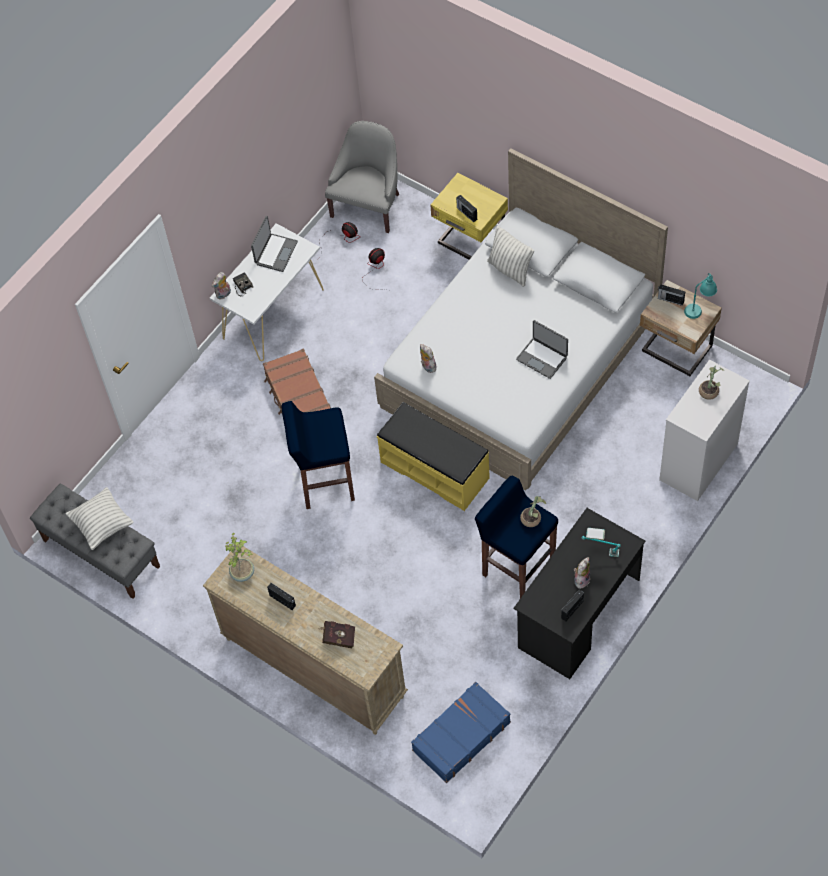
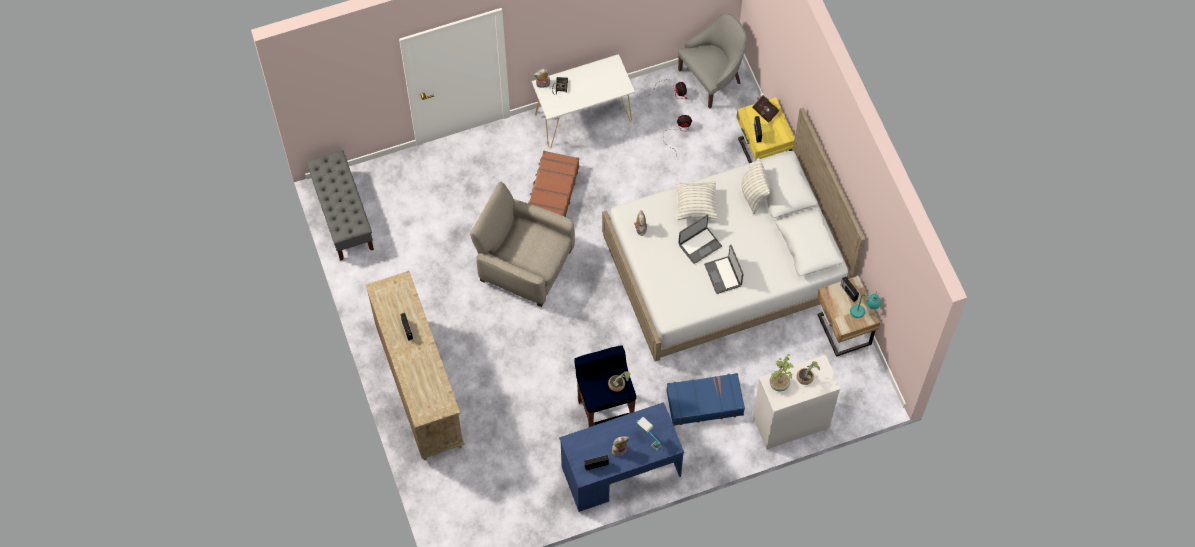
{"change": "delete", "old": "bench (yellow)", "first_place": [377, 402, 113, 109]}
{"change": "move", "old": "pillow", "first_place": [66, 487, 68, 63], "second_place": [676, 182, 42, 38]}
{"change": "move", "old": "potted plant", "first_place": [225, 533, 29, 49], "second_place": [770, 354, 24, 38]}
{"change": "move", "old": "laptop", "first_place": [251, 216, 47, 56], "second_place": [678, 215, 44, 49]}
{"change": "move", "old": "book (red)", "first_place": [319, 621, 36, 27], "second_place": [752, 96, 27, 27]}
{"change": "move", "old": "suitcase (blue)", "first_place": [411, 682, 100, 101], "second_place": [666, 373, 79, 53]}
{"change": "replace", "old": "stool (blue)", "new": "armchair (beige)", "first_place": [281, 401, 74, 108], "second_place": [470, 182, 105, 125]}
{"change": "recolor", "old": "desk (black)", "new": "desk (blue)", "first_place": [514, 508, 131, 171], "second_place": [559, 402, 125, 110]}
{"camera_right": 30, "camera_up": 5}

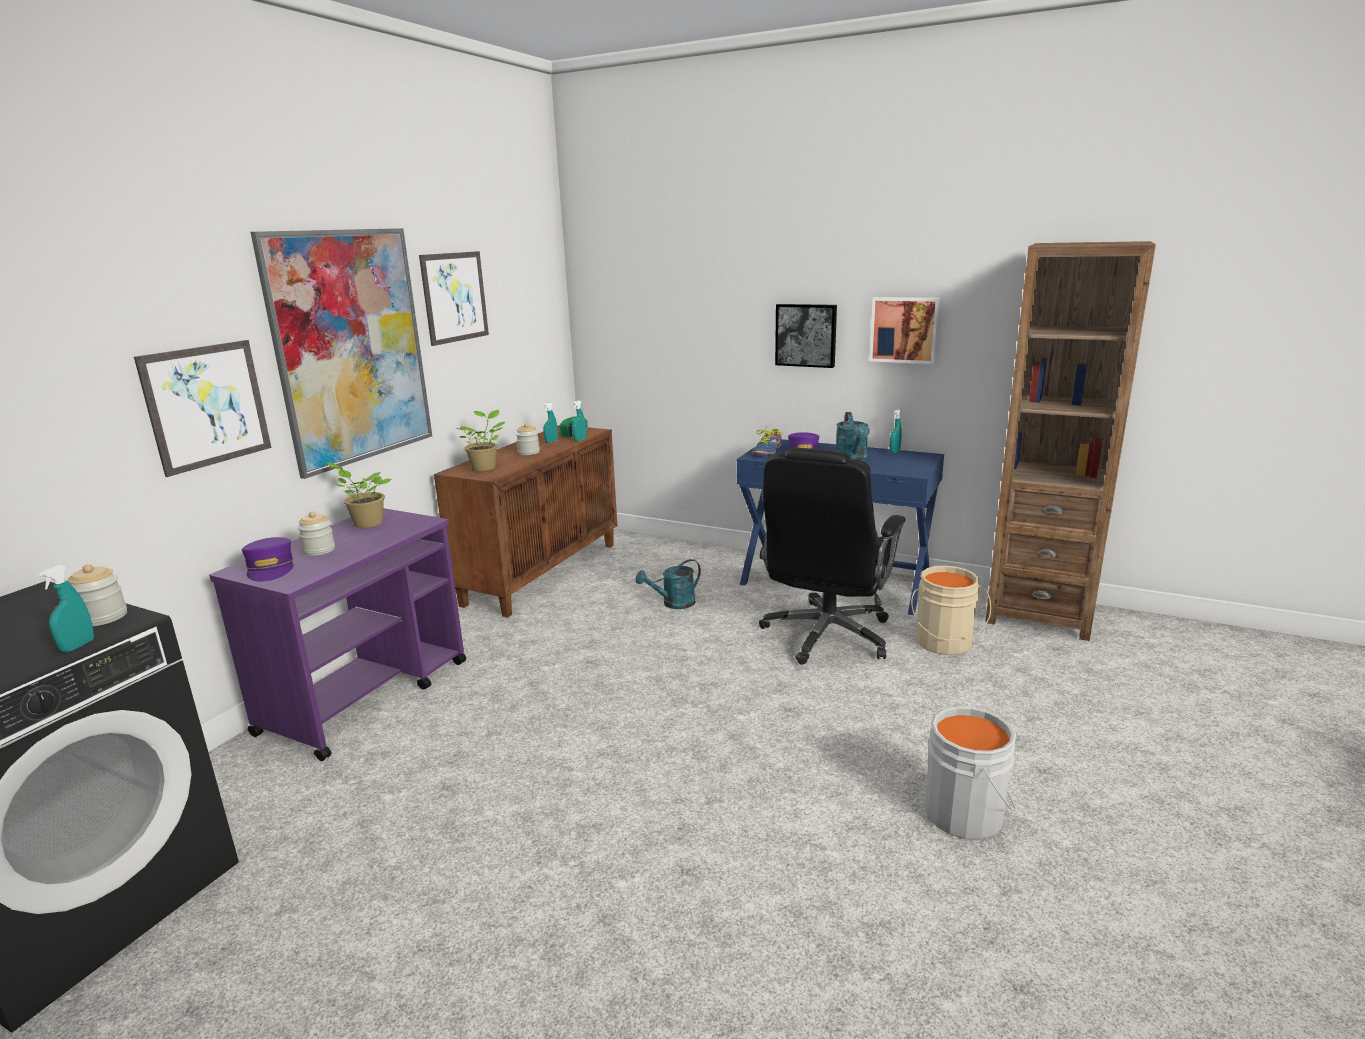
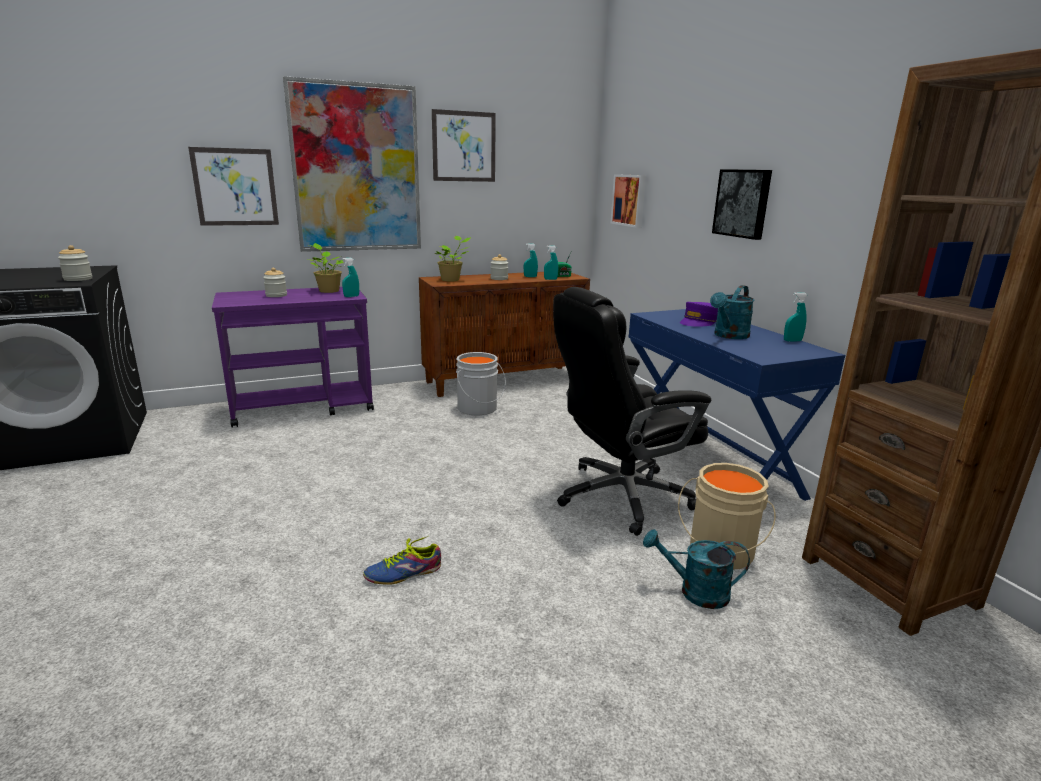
{"change": "delete", "old": "cap (purple)", "first_place": [242, 537, 52, 45]}
{"change": "move", "old": "spray bottle (turquoise)", "first_place": [37, 565, 57, 87], "second_place": [342, 258, 17, 39]}
{"change": "move", "old": "watering can (turquoise)", "first_place": [635, 559, 66, 50], "second_place": [643, 529, 107, 80]}
{"change": "move", "old": "shoe", "first_place": [753, 426, 29, 29], "second_place": [363, 536, 78, 49]}
{"change": "move", "old": "picture", "first_place": [869, 297, 71, 67], "second_place": [611, 174, 35, 54]}
{"change": "move", "old": "bucket (grey)", "first_place": [924, 706, 92, 134], "second_place": [456, 352, 50, 64]}
{"camera_right": 40, "camera_up": 0}

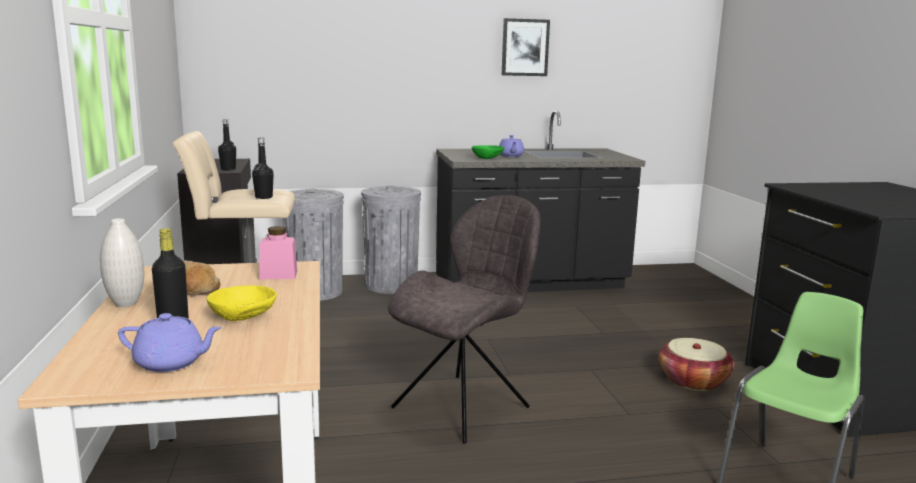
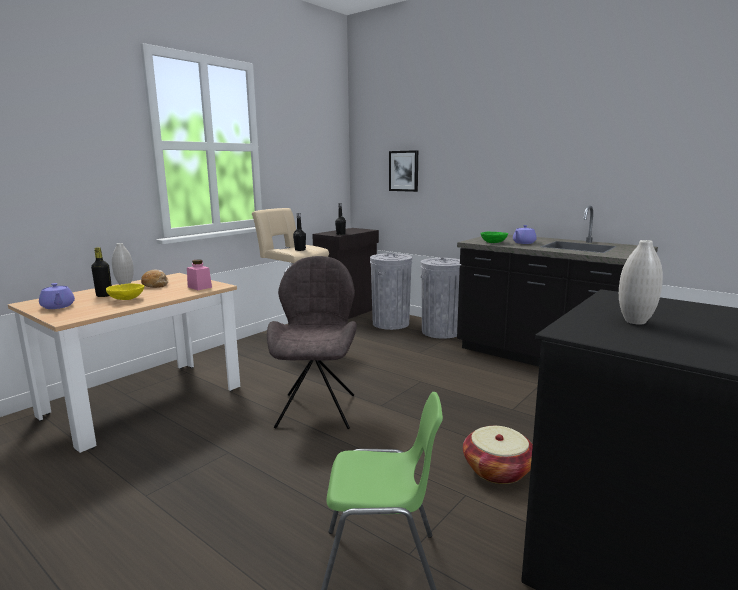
{"change": "insert", "new": "vase (white)", "second_place": [619, 240, 44, 84]}
{"change": "move", "old": "picture", "first_place": [502, 18, 48, 58], "second_place": [389, 150, 29, 42]}
{"change": "rotate", "old": "chair (grey)", "first_place": [388, 195, 153, 249], "second_place": [267, 256, 90, 173], "degrees": -90}
{"camera_right": 50, "camera_up": 0}

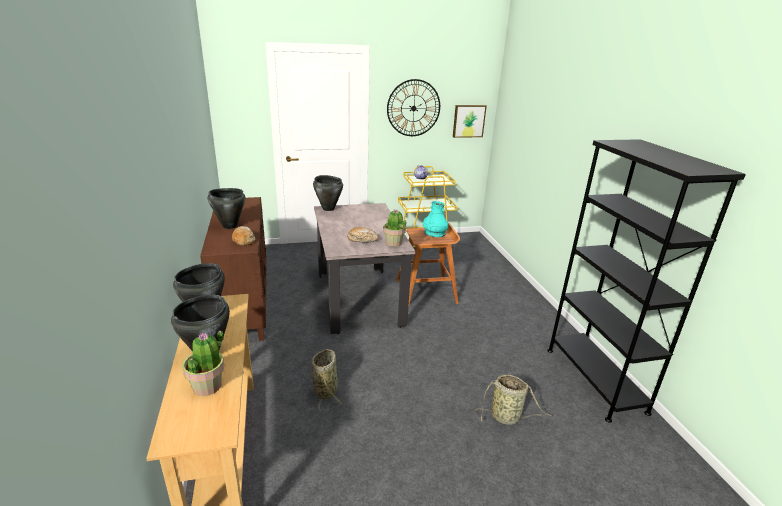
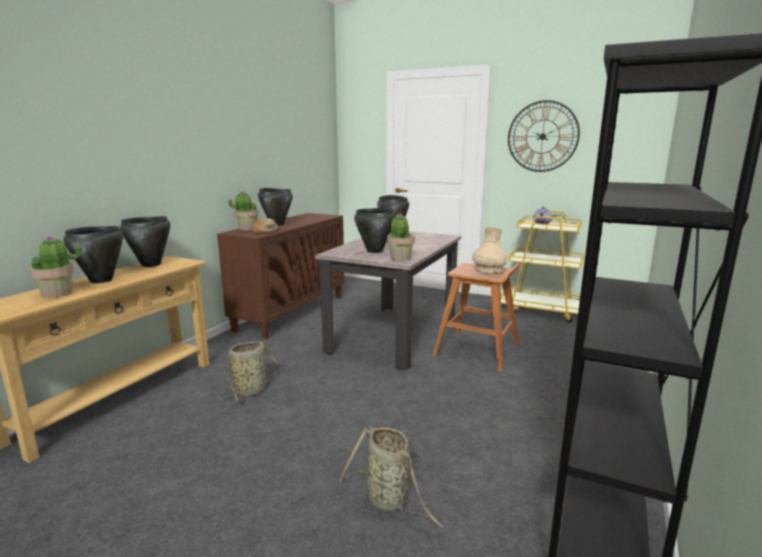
{"change": "delete", "old": "picture", "first_place": [453, 105, 34, 33]}
{"change": "insert", "new": "potted plant", "second_place": [228, 191, 31, 39]}
{"change": "replace", "old": "bread", "new": "cooking pot (black)", "first_place": [348, 227, 30, 16], "second_place": [354, 208, 41, 45]}
{"change": "recolor", "old": "vase (turquoise)", "new": "vase (beige)", "first_place": [423, 201, 25, 36], "second_place": [472, 227, 35, 47]}
{"camera_right": 40, "camera_up": -10}

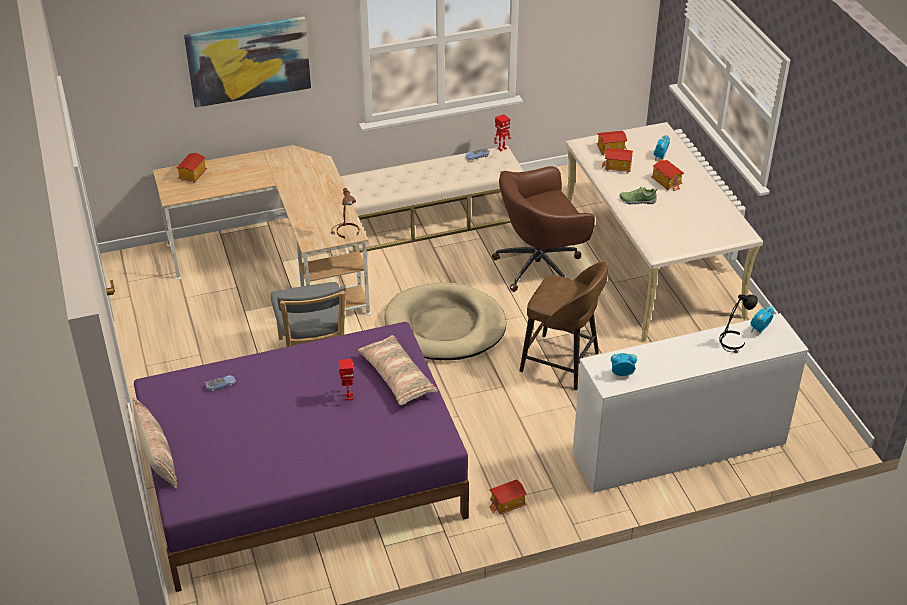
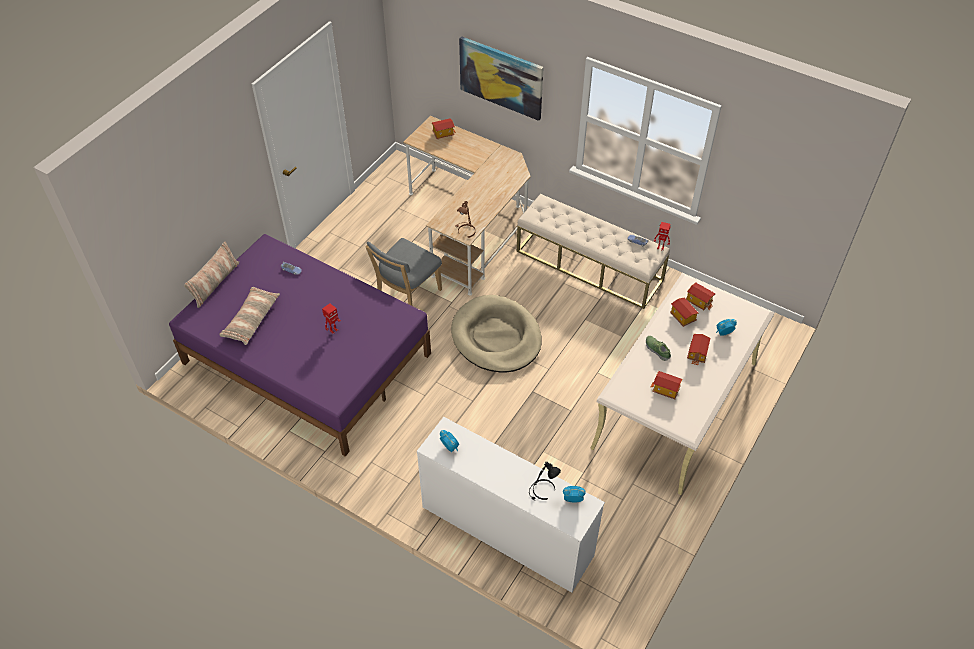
{"change": "delete", "old": "office chair (brown)", "first_place": [492, 166, 103, 126]}
{"change": "delete", "old": "stool (brown)", "first_place": [519, 262, 89, 128]}
{"change": "move", "old": "pillow", "first_place": [358, 335, 80, 70], "second_place": [220, 287, 60, 58]}
{"change": "move", "old": "toy house", "first_place": [489, 479, 38, 36], "second_place": [650, 371, 32, 28]}
{"camera_right": 50, "camera_up": 10}

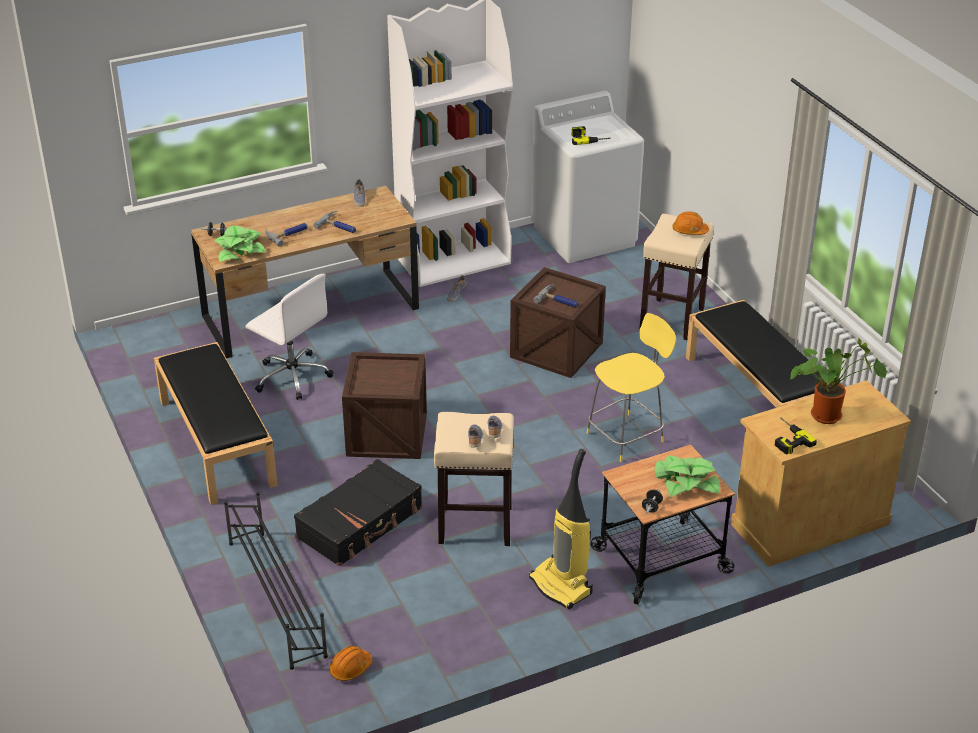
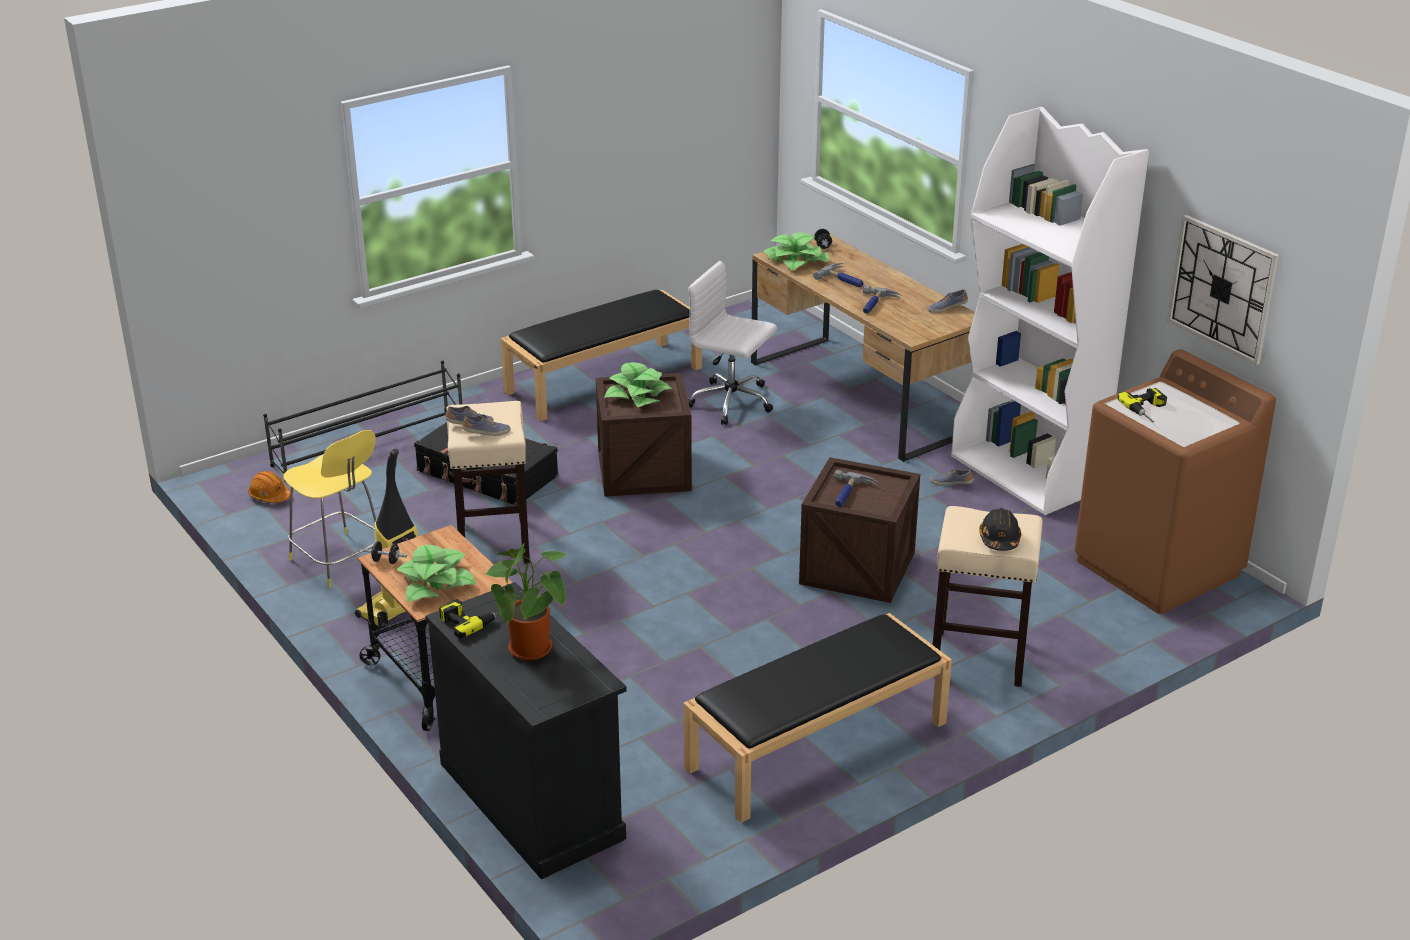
{"change": "insert", "new": "potted plant", "second_place": [604, 362, 68, 45]}
{"change": "insert", "new": "wall clock", "second_place": [1167, 215, 112, 150]}
{"change": "move", "old": "stool (yellow)", "first_place": [586, 313, 90, 149], "second_place": [283, 430, 93, 158]}
{"change": "recolor", "old": "washing machine (white)", "new": "washing machine (brown)", "first_place": [531, 91, 113, 172], "second_place": [1074, 349, 202, 265]}
{"change": "recolor", "old": "hard hat (orange)", "new": "hard hat (black)", "first_place": [672, 211, 37, 24], "second_place": [979, 508, 42, 43]}
{"change": "recolor", "old": "cabinet (beige)", "new": "cabinet (black)", "first_place": [731, 380, 180, 187], "second_place": [426, 582, 201, 297]}
{"change": "rotate", "old": "office chair (white)", "first_place": [246, 274, 88, 126], "second_place": [688, 261, 89, 164], "degrees": 90}
{"camera_right": 80, "camera_up": -5}

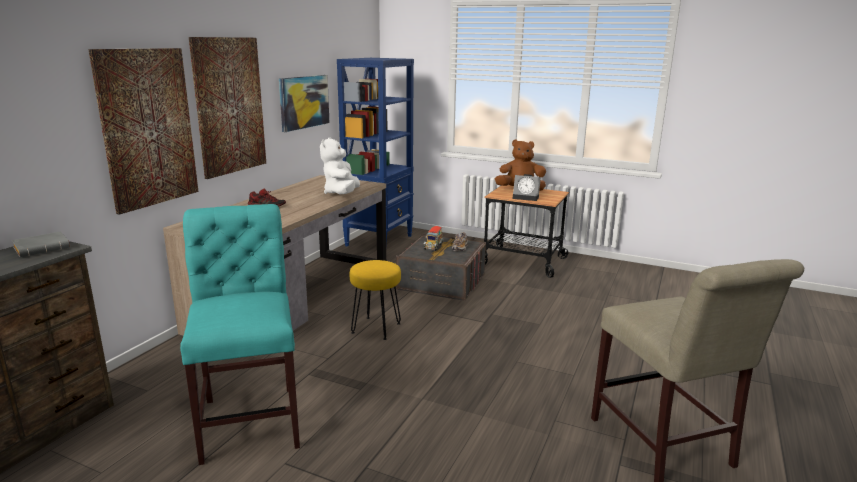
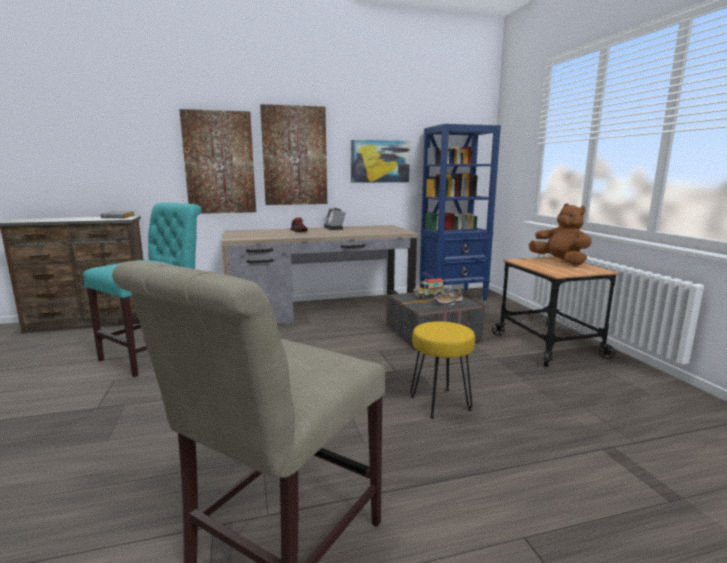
{"change": "delete", "old": "plush toy (white)", "first_place": [320, 137, 40, 57]}
{"change": "move", "old": "stool (yellow)", "first_place": [350, 260, 51, 80], "second_place": [410, 321, 65, 98]}
{"change": "move", "old": "alarm clock", "first_place": [512, 174, 29, 27], "second_place": [324, 208, 22, 22]}
{"camera_right": 50, "camera_up": -5}

